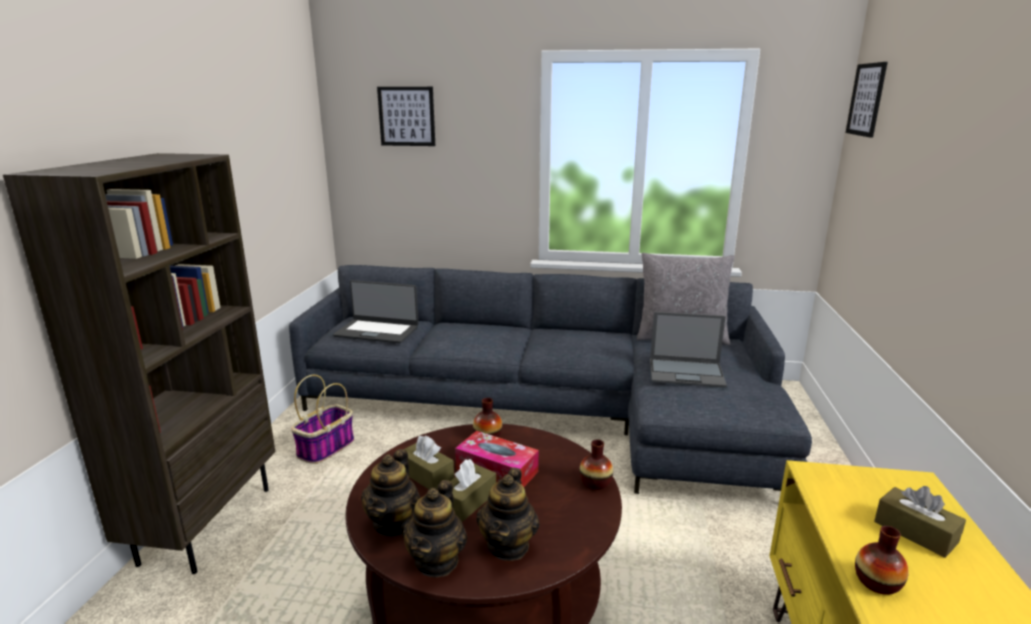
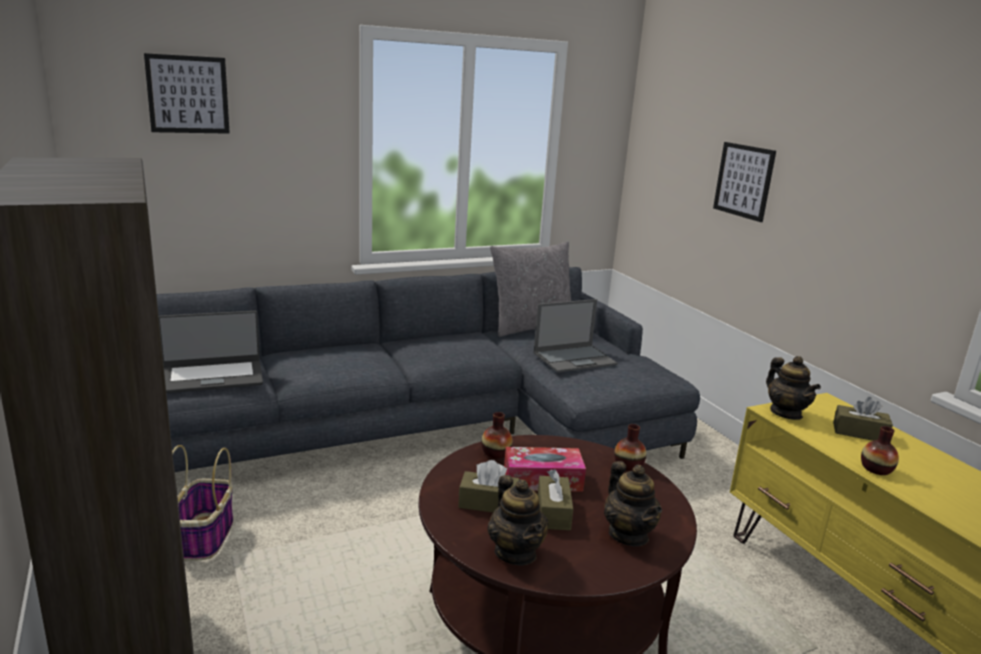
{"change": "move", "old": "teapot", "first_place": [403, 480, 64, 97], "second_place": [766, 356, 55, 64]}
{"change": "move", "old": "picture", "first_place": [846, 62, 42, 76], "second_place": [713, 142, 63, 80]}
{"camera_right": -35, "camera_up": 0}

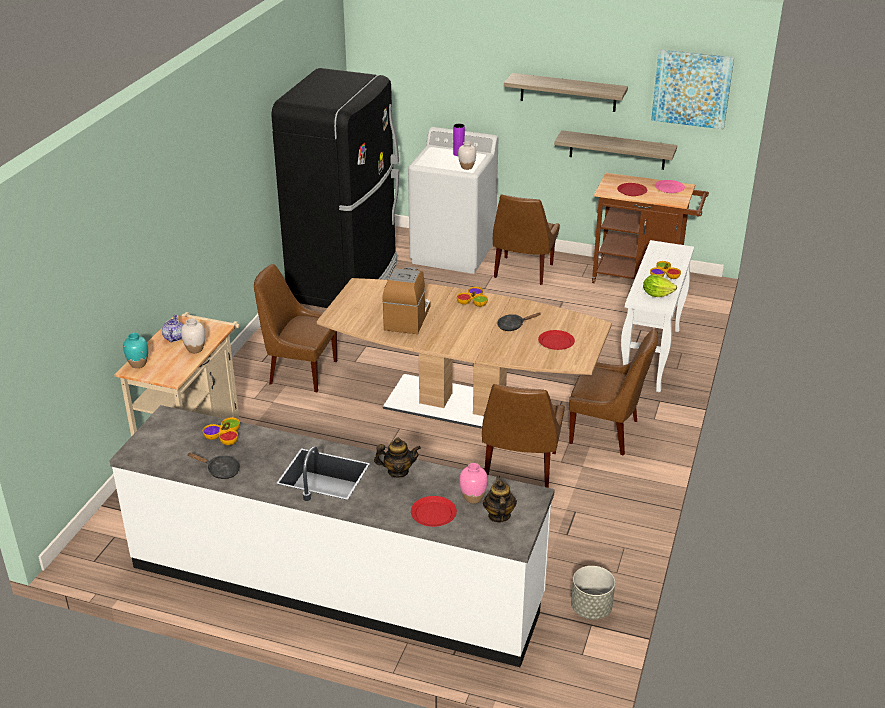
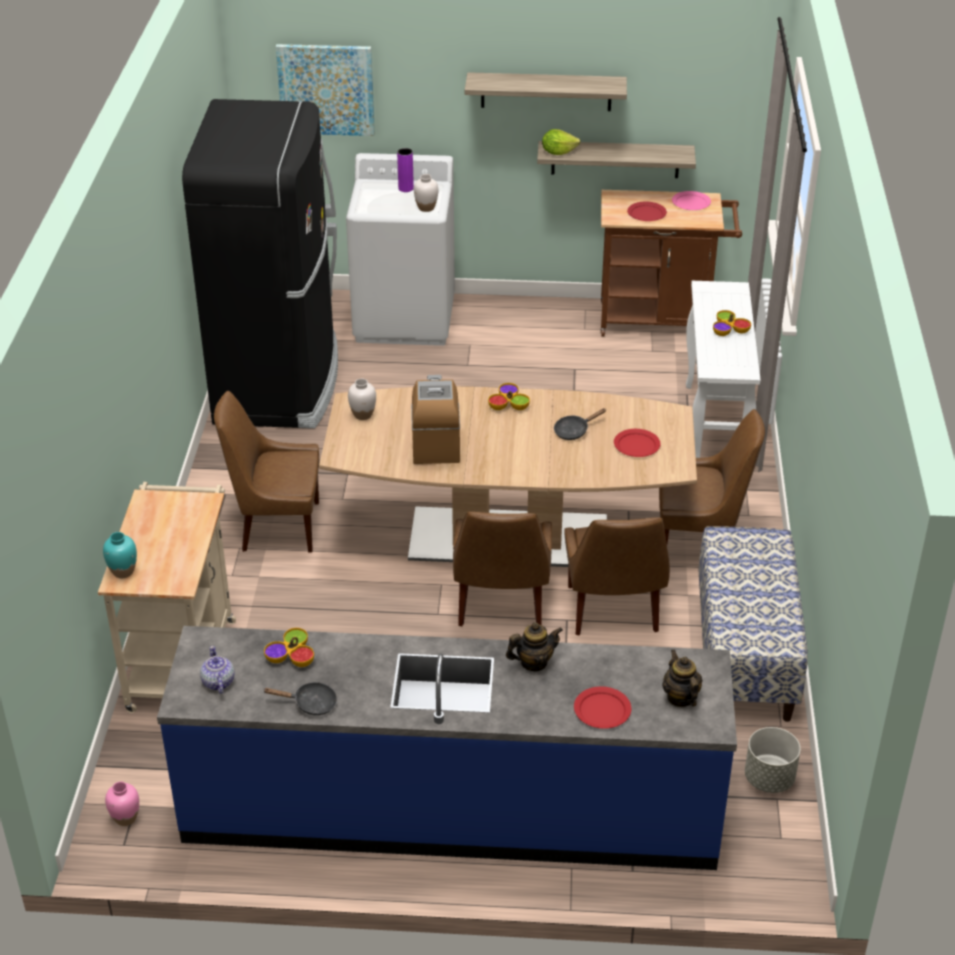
{"change": "insert", "new": "bench", "second_place": [698, 526, 110, 196]}
{"change": "move", "old": "teapot", "first_place": [162, 314, 21, 28], "second_place": [200, 646, 34, 48]}
{"change": "move", "old": "vase (white)", "first_place": [181, 318, 24, 35], "second_place": [348, 378, 28, 42]}
{"change": "move", "old": "vase (pink)", "first_place": [459, 463, 29, 41], "second_place": [105, 782, 34, 44]}
{"change": "move", "old": "chair (brown)", "first_place": [493, 194, 67, 91], "second_place": [453, 512, 99, 114]}
{"change": "move", "old": "lettuce", "first_place": [643, 274, 34, 23], "second_place": [542, 129, 38, 26]}
{"change": "move", "old": "picture", "first_place": [651, 49, 83, 80], "second_place": [276, 44, 99, 92]}
{"change": "recolor", "old": "counter (white)", "new": "counter (blue)", "first_place": [109, 405, 446, 262], "second_place": [157, 626, 580, 244]}
{"camera_right": -15, "camera_up": 5}

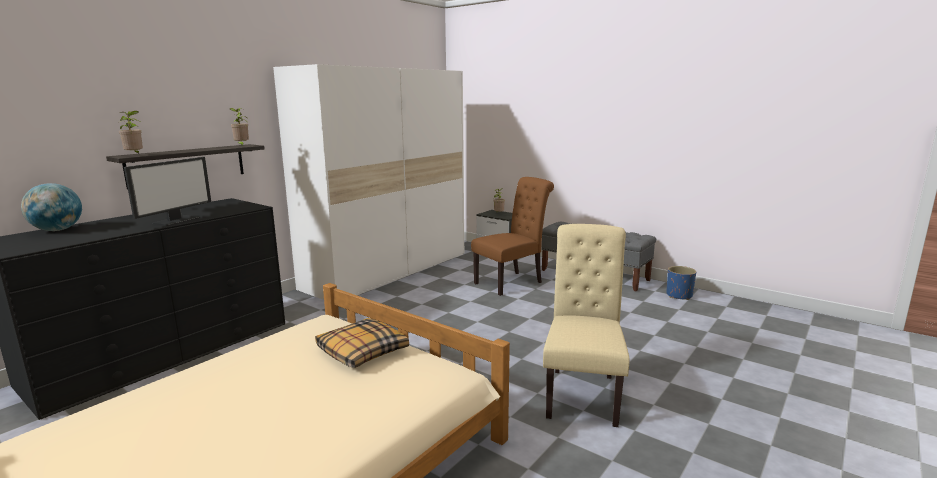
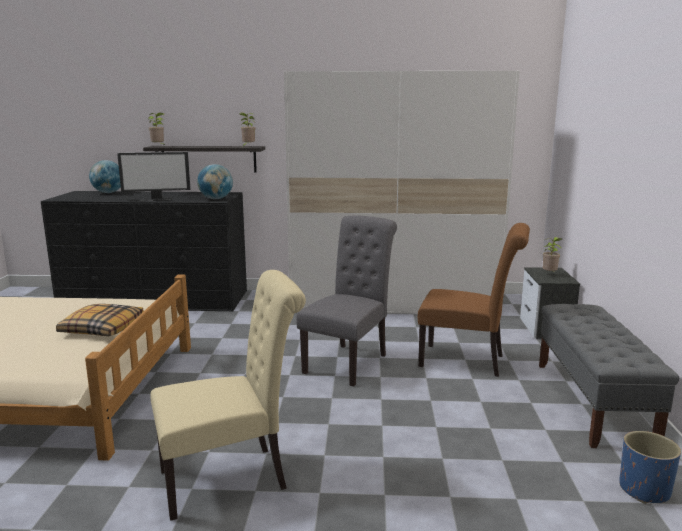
{"change": "insert", "new": "globe", "second_place": [197, 164, 36, 35]}
{"change": "insert", "new": "chair (grey)", "second_place": [296, 215, 101, 172]}
{"camera_right": 55, "camera_up": 0}

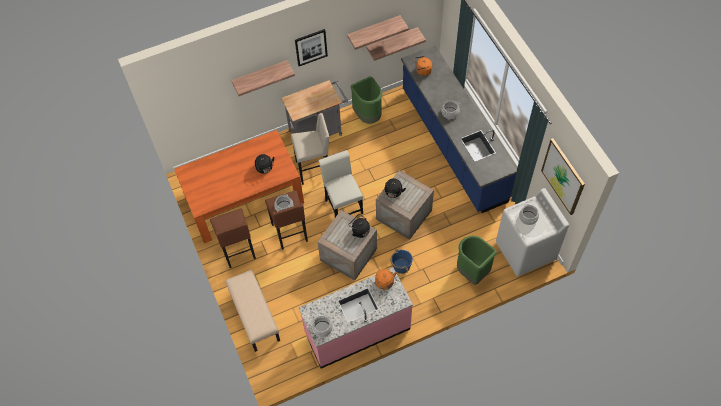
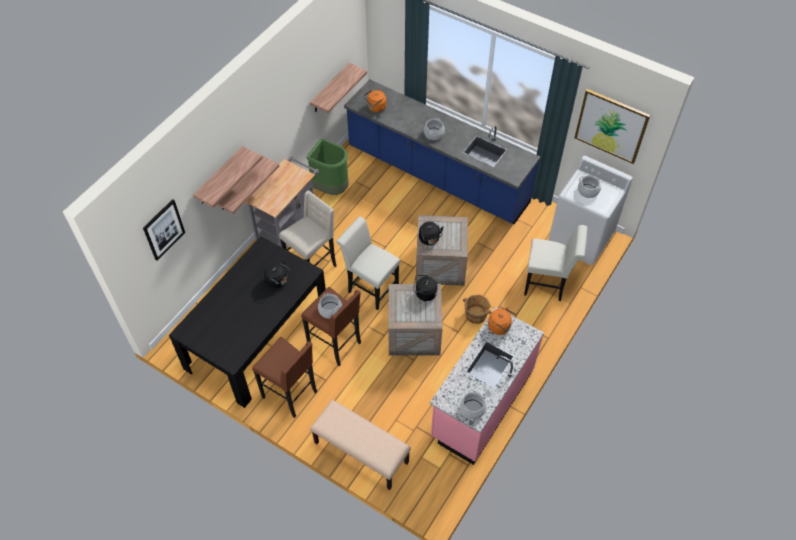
{"change": "move", "old": "picture", "first_place": [295, 29, 33, 37], "second_place": [143, 199, 42, 62]}
{"change": "move", "old": "shelf", "first_place": [347, 15, 62, 35], "second_place": [217, 155, 63, 59]}
{"change": "replace", "old": "trash can (green)", "new": "chair (white)", "first_place": [457, 236, 40, 49], "second_place": [524, 225, 64, 76]}
{"change": "recolor", "old": "dining table (orange)", "new": "dining table (black)", "first_place": [174, 130, 130, 113], "second_place": [169, 236, 157, 172]}
{"change": "recolor", "old": "bucket (blue)", "new": "bucket (brown)", "first_place": [390, 249, 23, 25], "second_place": [463, 294, 29, 30]}
{"camera_right": -35, "camera_up": -5}

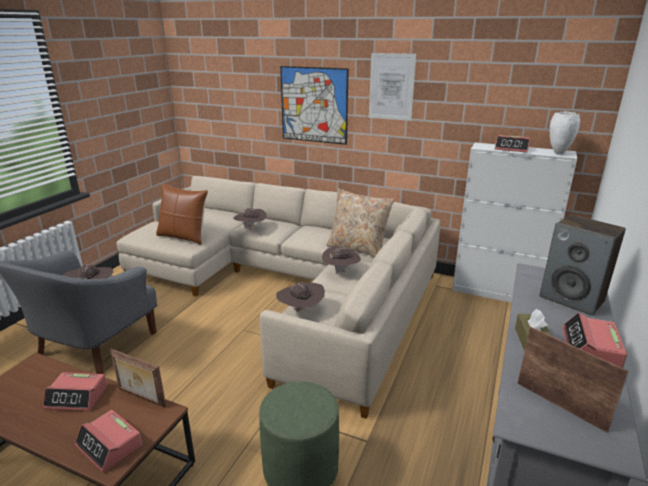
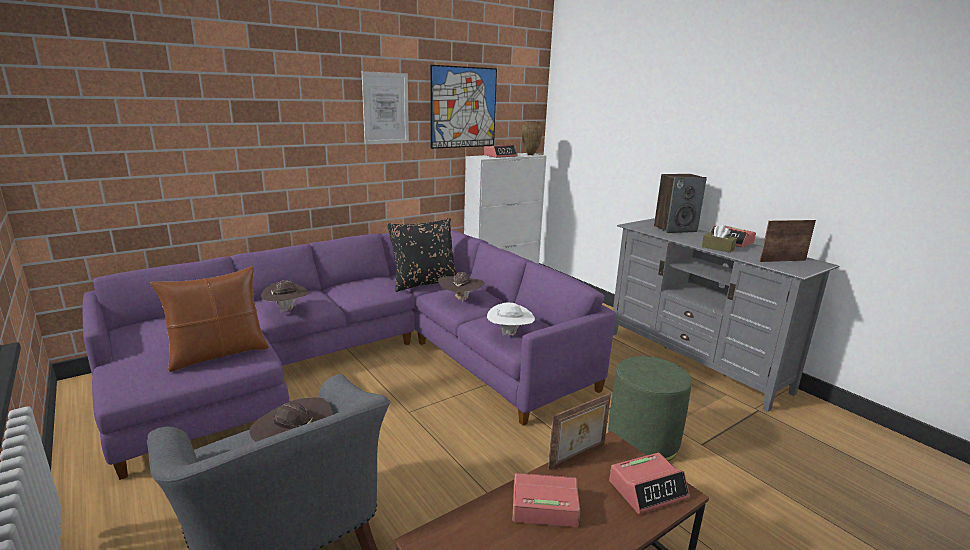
{"change": "move", "old": "picture", "first_place": [280, 66, 69, 79], "second_place": [430, 65, 67, 84]}
{"change": "recolor", "old": "sofa (beige)", "new": "sofa (purple)", "first_place": [117, 176, 323, 243], "second_place": [83, 229, 533, 251]}
{"change": "recolor", "old": "hat (brown)", "new": "hat (white)", "first_place": [276, 282, 49, 30], "second_place": [487, 302, 48, 34]}
{"change": "recolor", "old": "pillow (beige)", "new": "pillow (black)", "first_place": [326, 188, 69, 69], "second_place": [387, 218, 69, 74]}
{"change": "recolor", "old": "vase (white)", "new": "vase (brown)", "first_place": [550, 111, 30, 44], "second_place": [521, 121, 22, 34]}
{"change": "rotate", "old": "alarm clock", "first_place": [43, 372, 64, 39], "second_place": [513, 473, 67, 54], "degrees": -120}
{"camera_right": -60, "camera_up": -5}

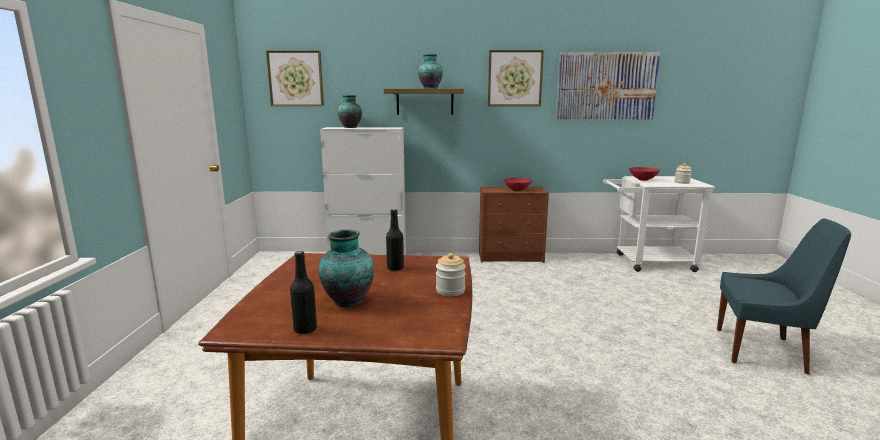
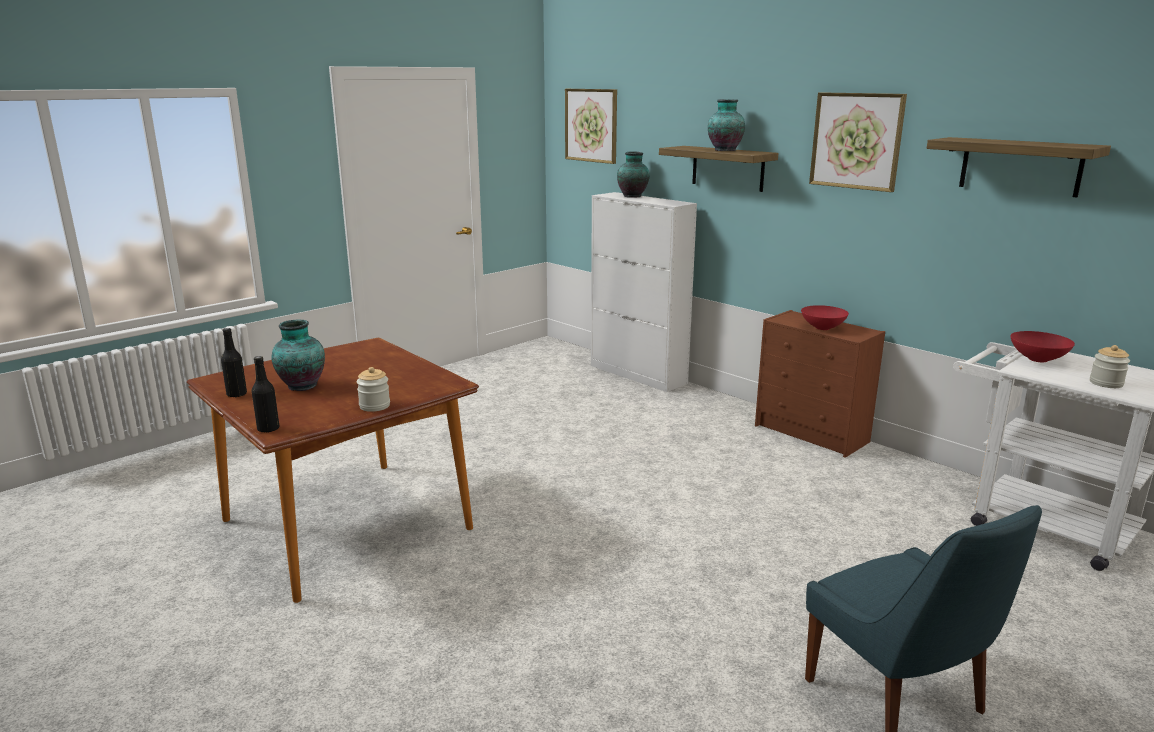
{"change": "move", "old": "bottle (black)", "first_place": [386, 209, 18, 62], "second_place": [252, 356, 28, 76]}
{"change": "replace", "old": "picture", "new": "shelf", "first_place": [556, 52, 104, 68], "second_place": [927, 137, 184, 60]}
{"camera_right": 45, "camera_up": 5}

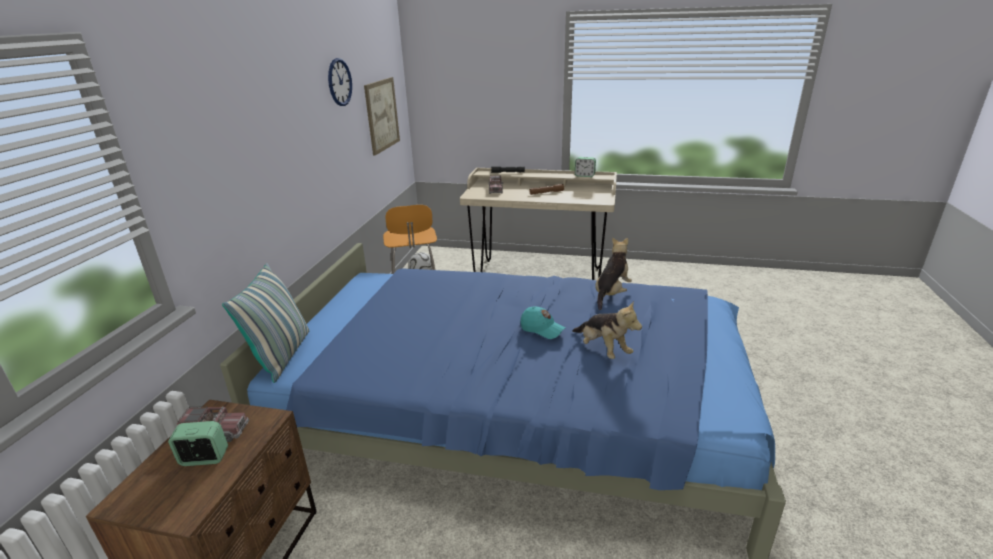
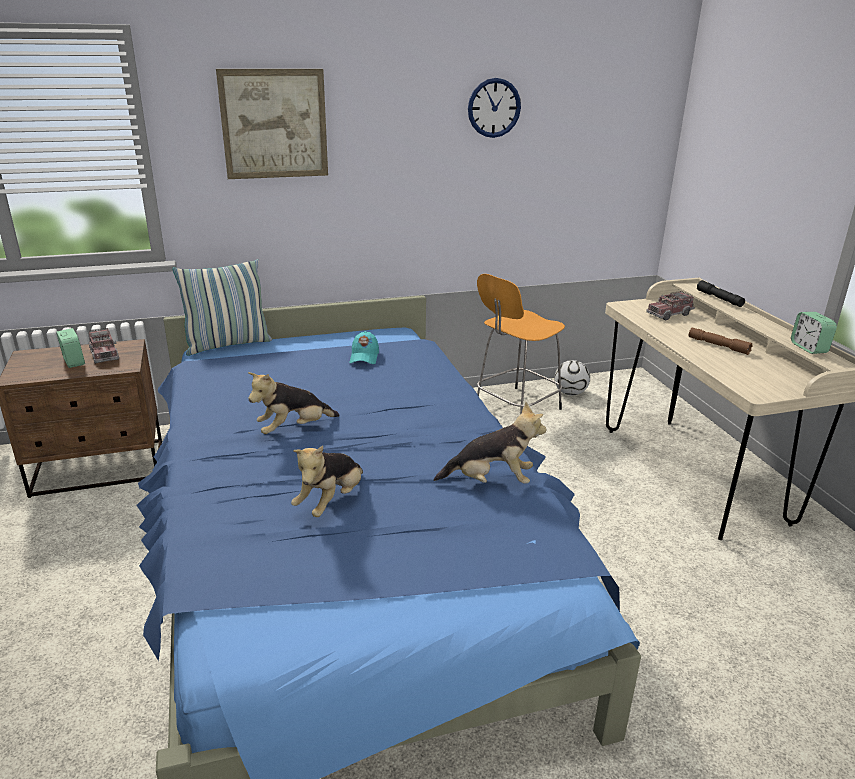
{"change": "insert", "new": "plush toy", "second_place": [248, 372, 92, 62]}
{"change": "move", "old": "picture", "first_place": [364, 77, 36, 79], "second_place": [216, 69, 112, 110]}
{"change": "move", "old": "cap (turquoise)", "first_place": [521, 307, 44, 32], "second_place": [349, 331, 30, 33]}
{"camera_right": 60, "camera_up": 0}

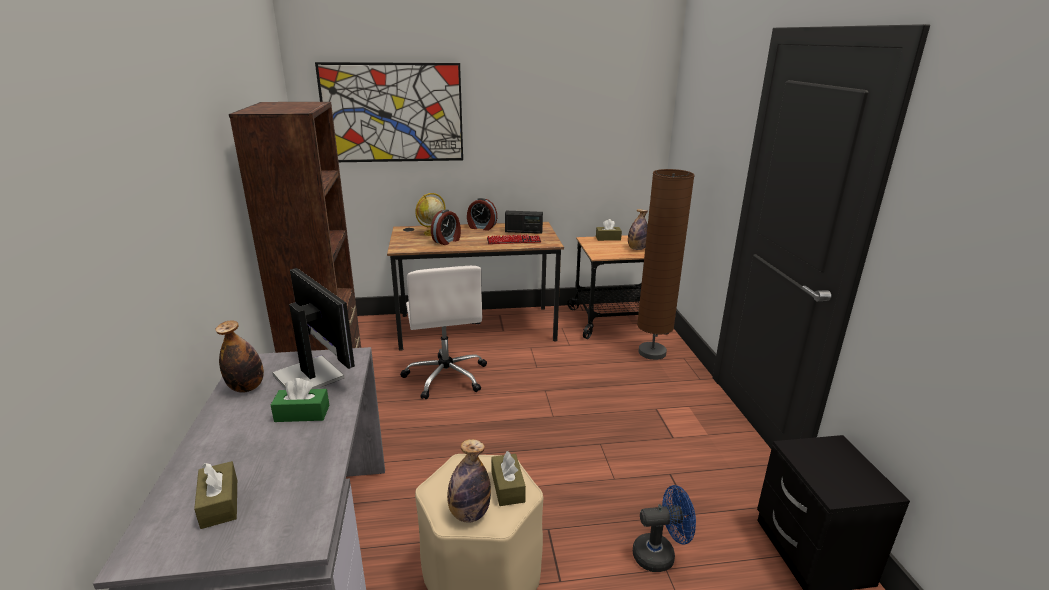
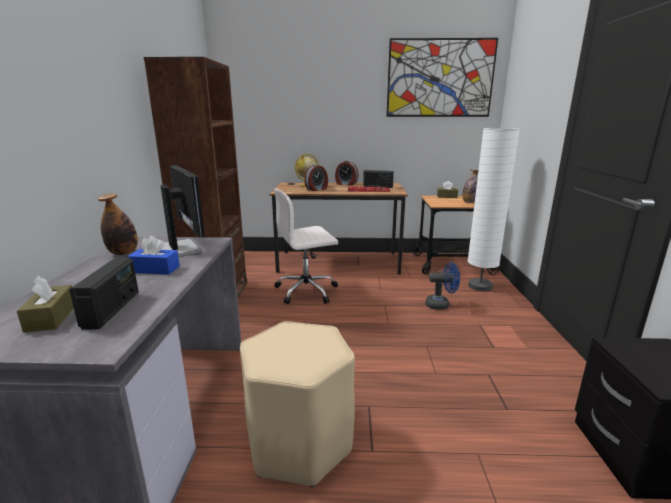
{"change": "delete", "old": "bottle", "first_place": [447, 439, 44, 84]}
{"change": "delete", "old": "tissue box (brown)", "first_place": [491, 451, 35, 55]}
{"change": "insert", "new": "radio", "second_place": [69, 258, 70, 72]}
{"change": "move", "old": "picture", "first_place": [315, 62, 148, 100], "second_place": [386, 38, 112, 79]}
{"change": "move", "old": "fan (blue)", "first_place": [633, 485, 63, 87], "second_place": [425, 262, 35, 48]}
{"change": "recolor", "old": "tissue box (green)", "new": "tissue box (blue)", "first_place": [271, 378, 59, 44], "second_place": [127, 236, 53, 39]}
{"change": "recolor", "old": "floor lamp (brown)", "new": "floor lamp (white)", "first_place": [637, 169, 58, 191], "second_place": [468, 128, 52, 163]}
{"change": "rotate", "old": "office chair (white)", "first_place": [400, 266, 87, 133], "second_place": [274, 188, 64, 116], "degrees": 75}
{"camera_right": 10, "camera_up": -5}

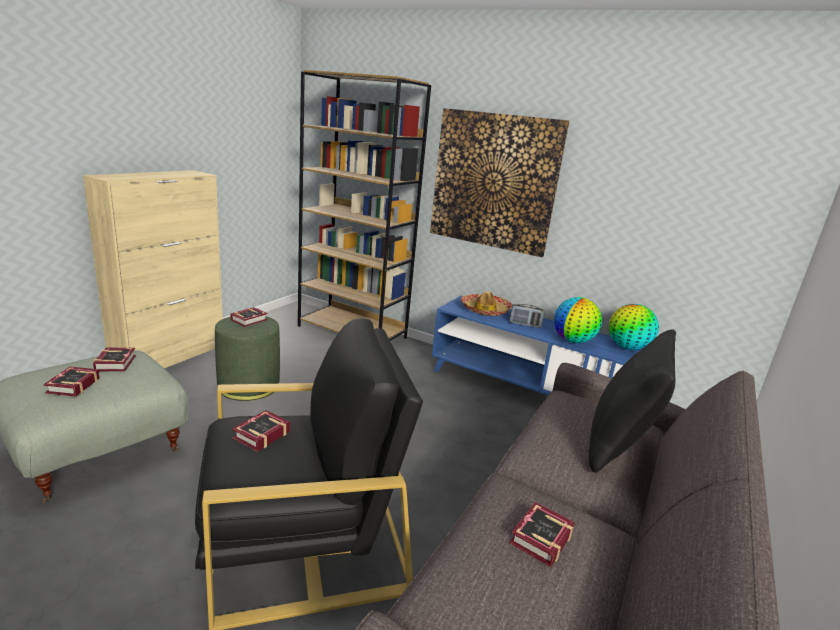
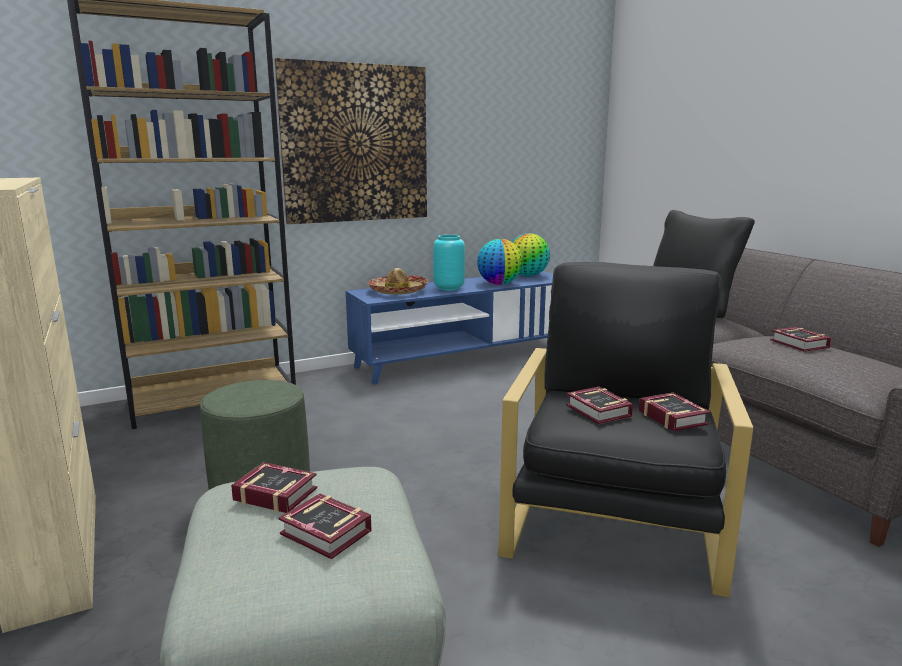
{"change": "move", "old": "book", "first_place": [231, 307, 37, 20], "second_place": [639, 393, 71, 38]}
{"change": "replace", "old": "radio", "new": "vase (turquoise)", "first_place": [509, 304, 36, 24], "second_place": [433, 235, 32, 56]}
{"camera_right": -55, "camera_up": -5}

